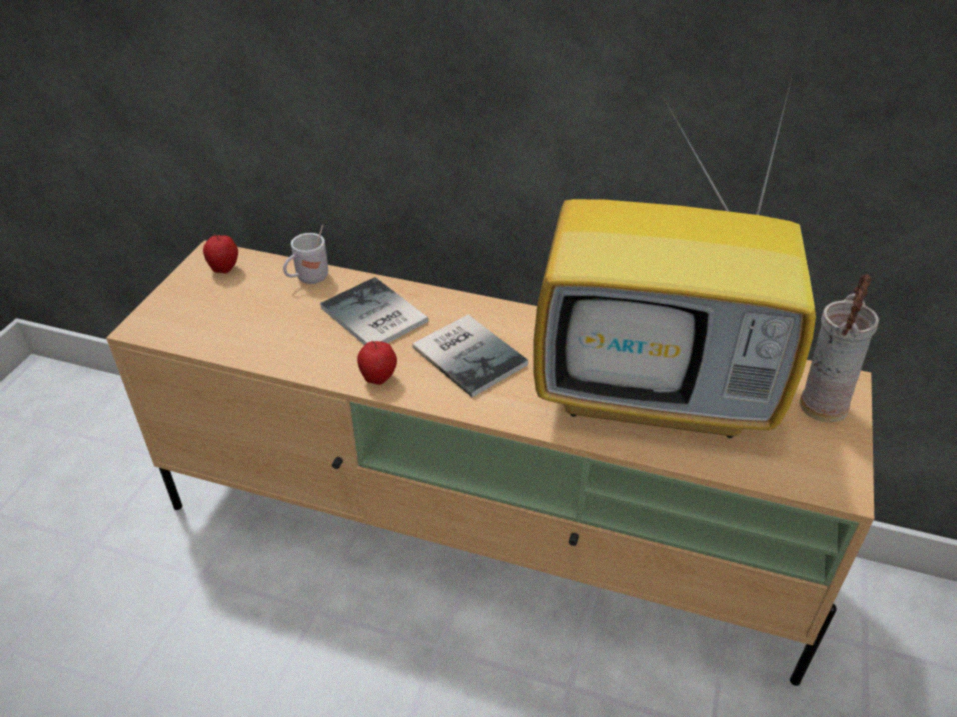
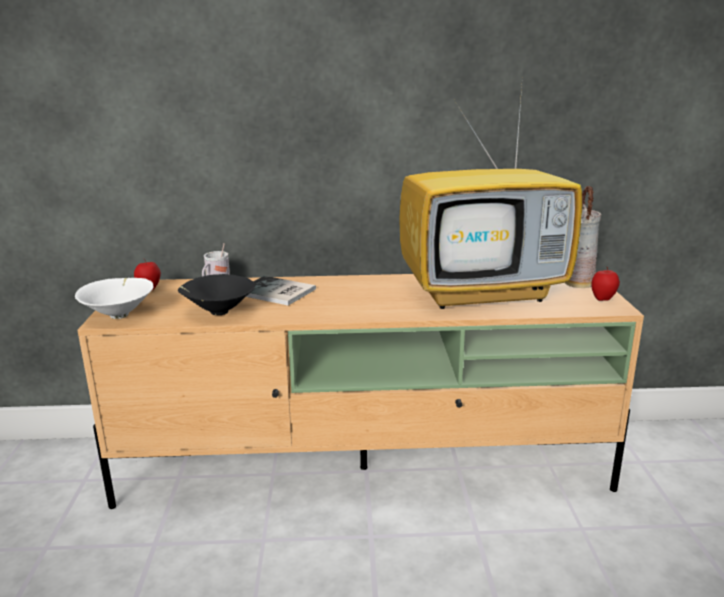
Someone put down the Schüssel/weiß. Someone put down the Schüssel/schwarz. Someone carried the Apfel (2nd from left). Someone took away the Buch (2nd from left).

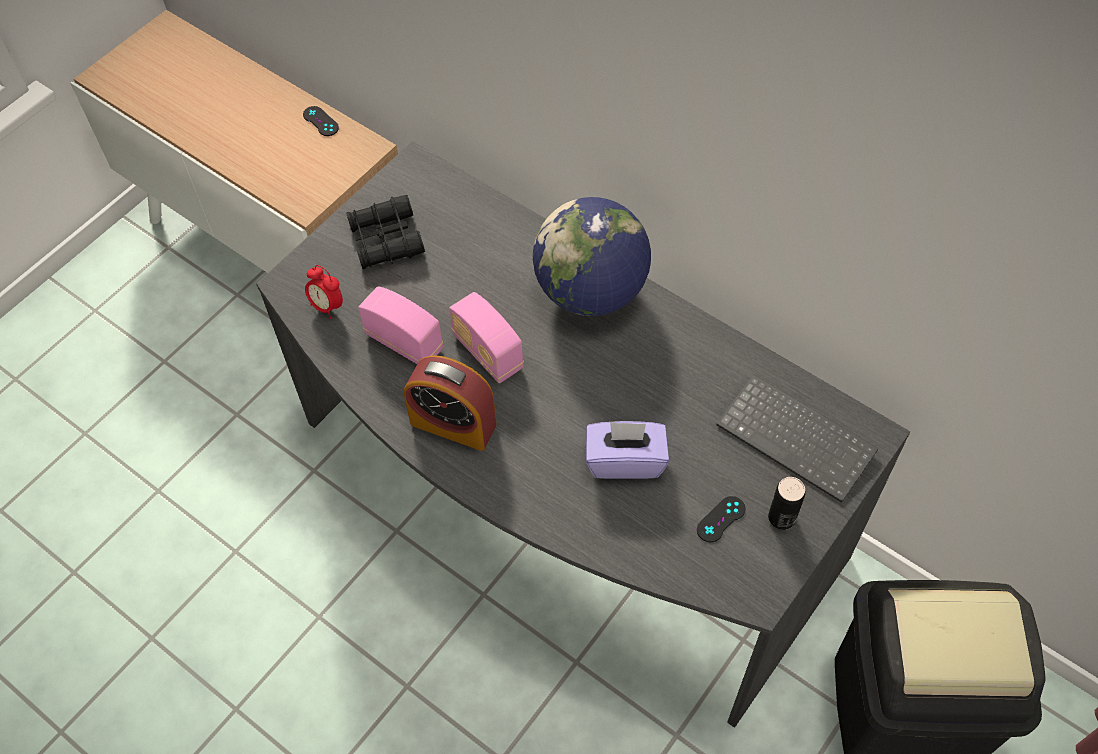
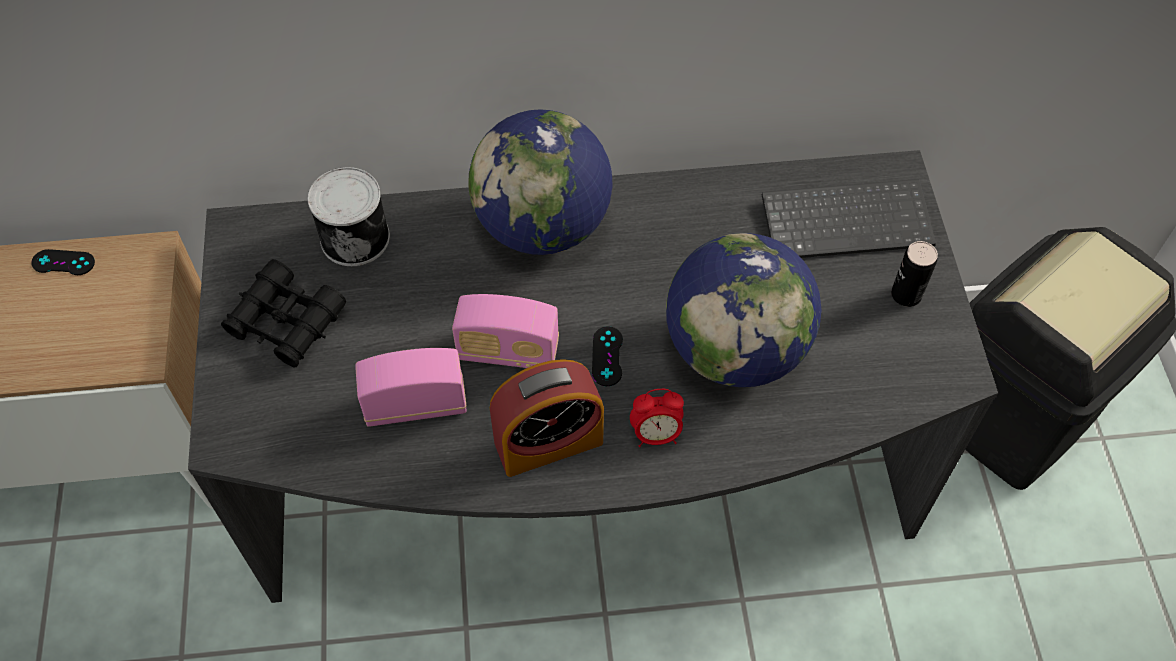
Someone put down the Dose (1st from left). Someone carried the Gamepad/schwarz (2nd from left). Someone carried the Wecker (1st from left in the first image). Someone swapped the Taschentuchbox/lila for the Globus (2nd from left).

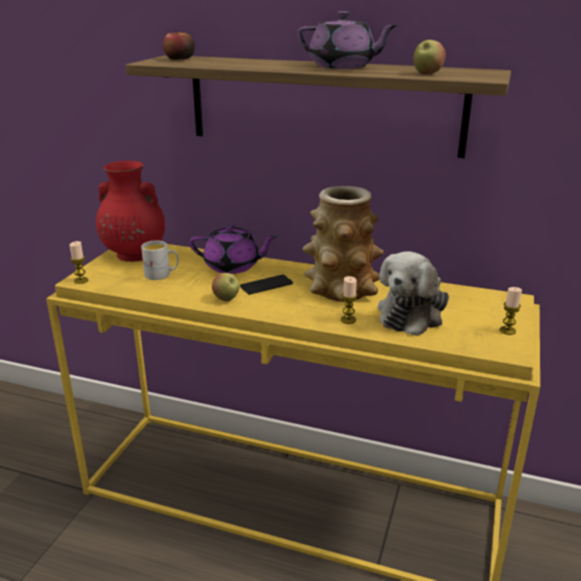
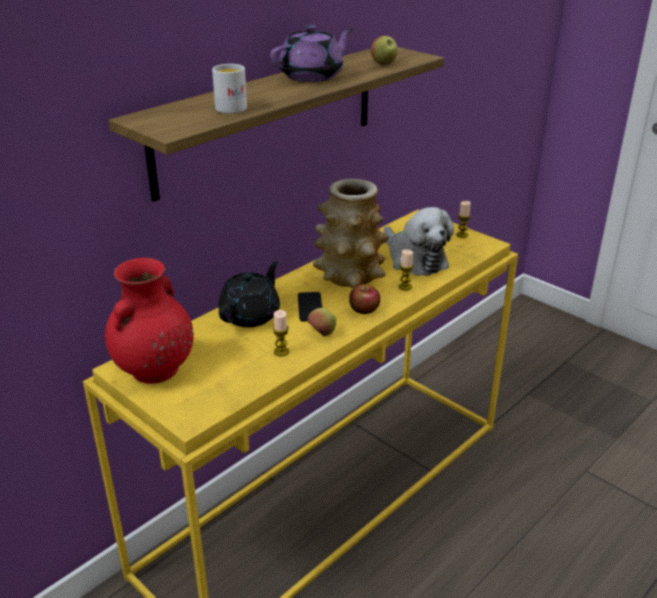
Someone carried the Henkelbecher/weiß. Someone repainted the Teekanne/lila (1st from left), which became the Teekanne/schwarz. Someone carried the Kerze (1st from left). Someone carried the Apfel (1st from left in the first image).

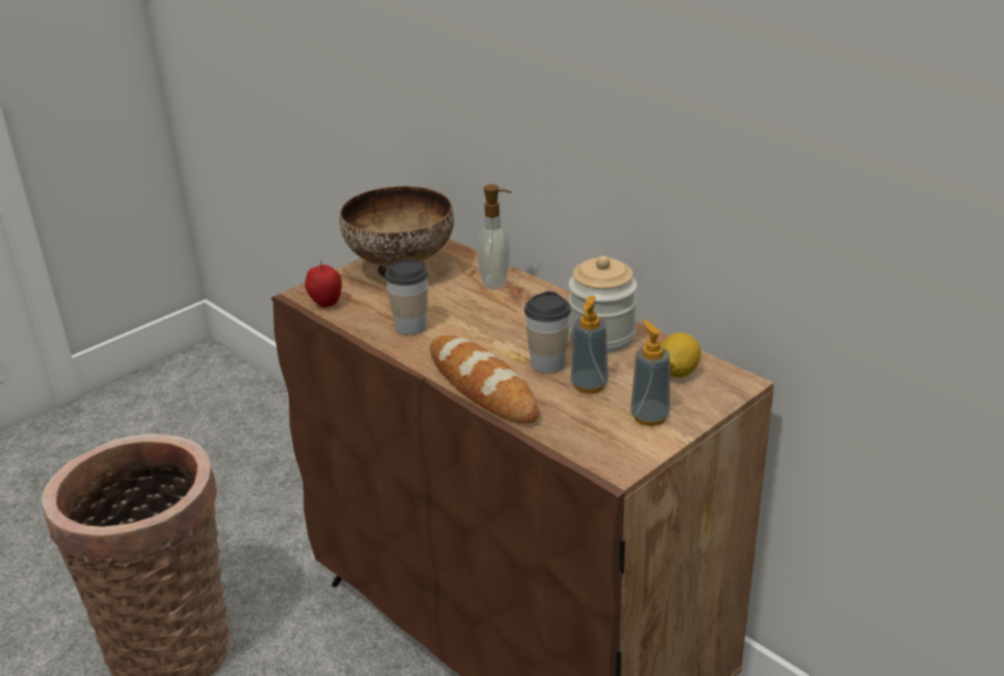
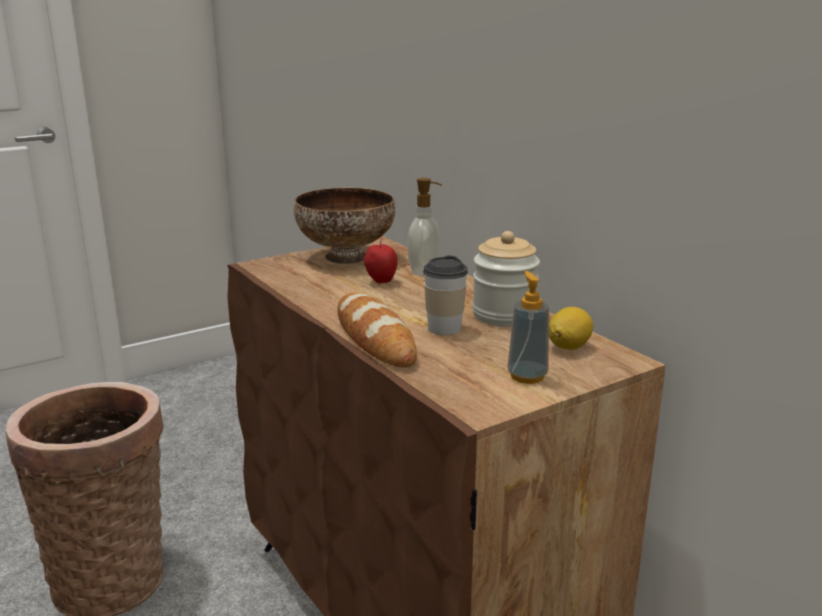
Someone carried the Apfel. Someone took away the Tasse (1st from left). Someone took away the Seifenspender (2nd from left).

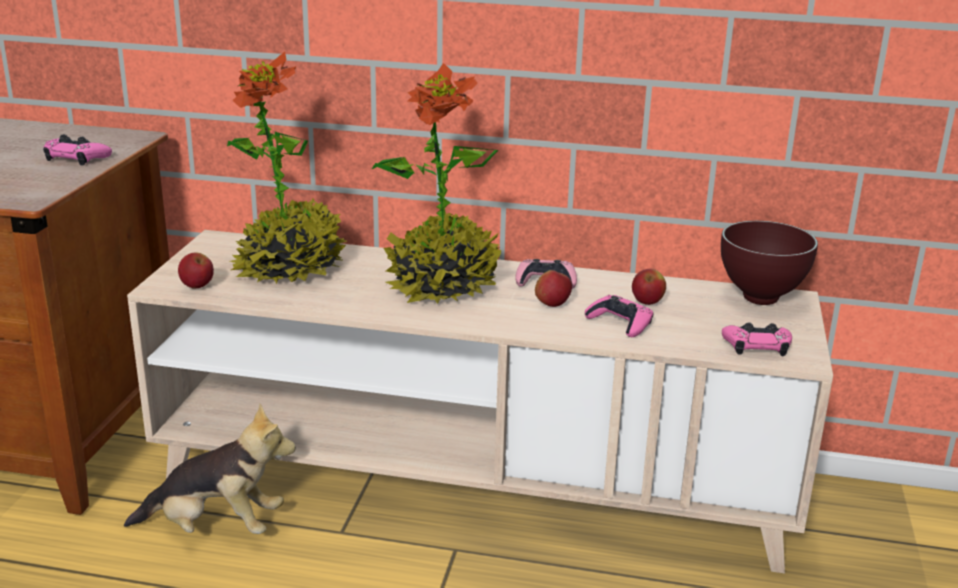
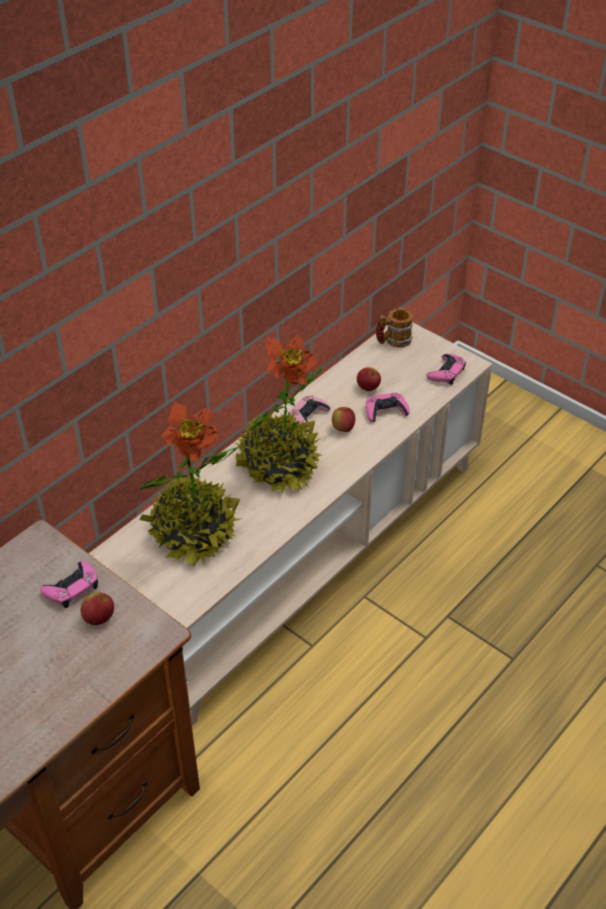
Someone carried the Apfel (1st from left). Someone swapped the Schüssel/braun for the Henkelbecher. Someone took away the Plüschtier.

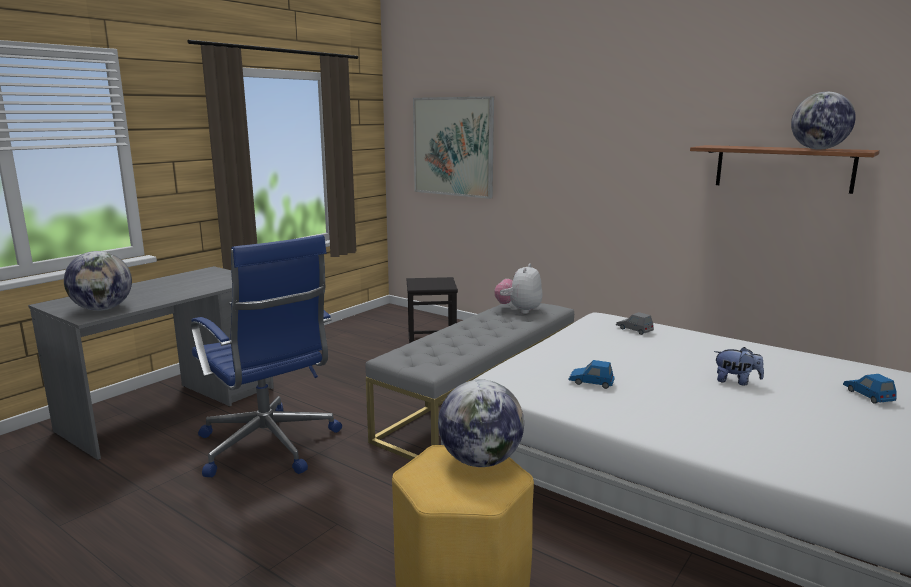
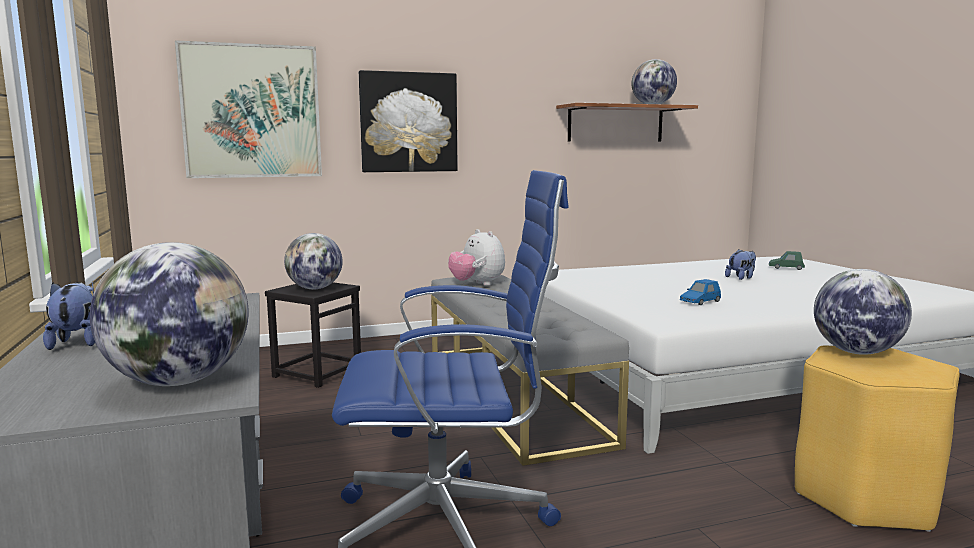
Someone put down the Plüschtier (1st from left). Someone put down the Globus (2nd from left). Someone put up the Bild (2nd from left). Someone repainted the Spielzeugauto/blau (2nd from left), which became the Spielzeugauto/grün. Someone took away the Spielzeugauto/grau.

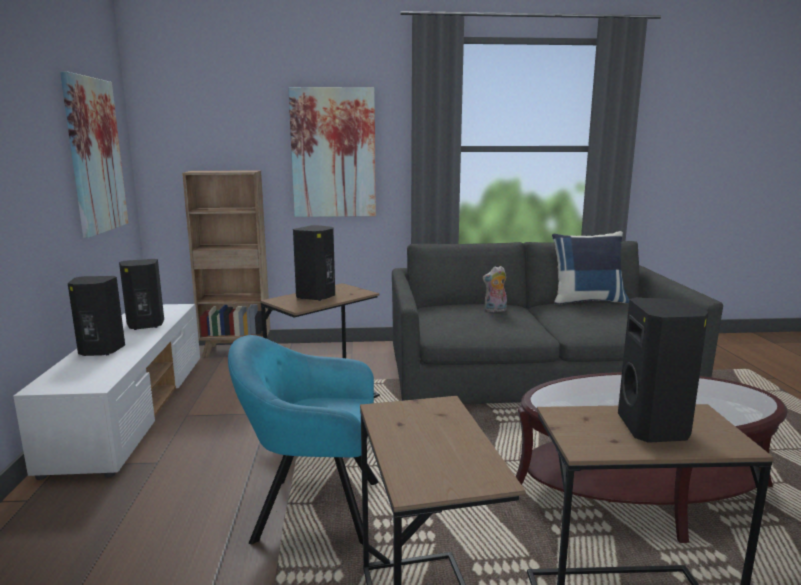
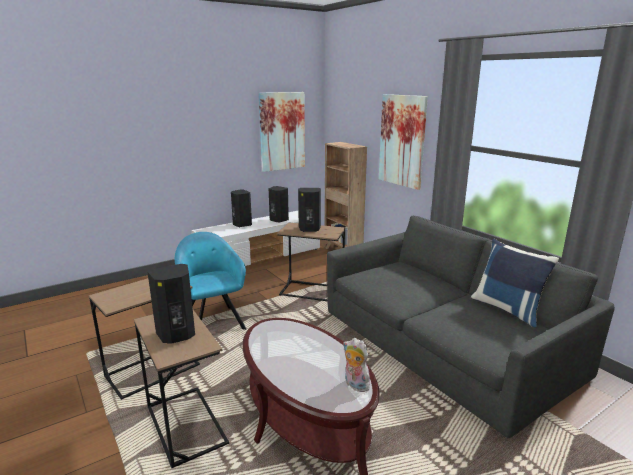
Someone carried the Plüschtier.

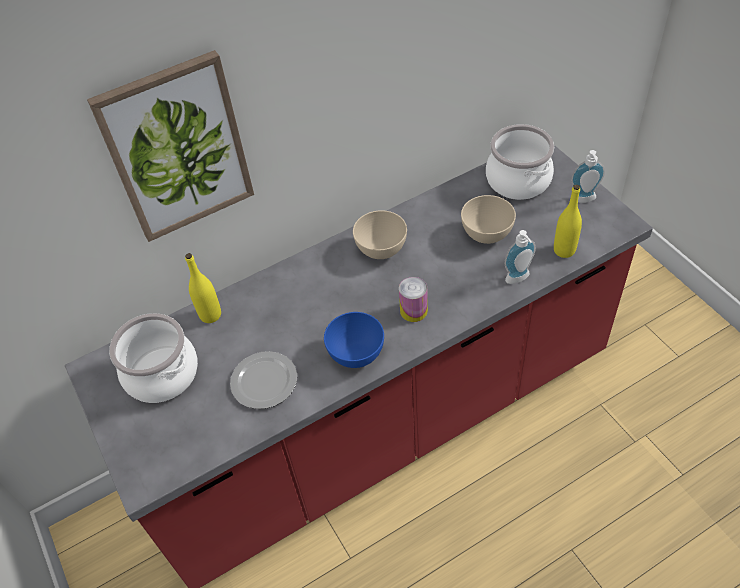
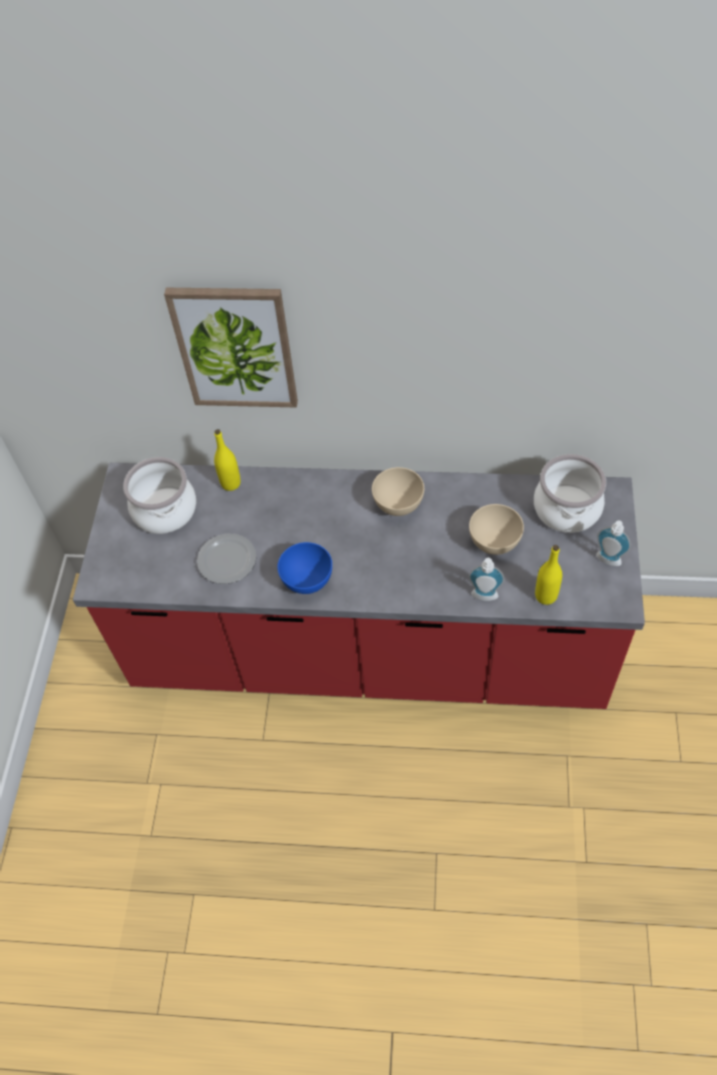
Someone took away the Dose.

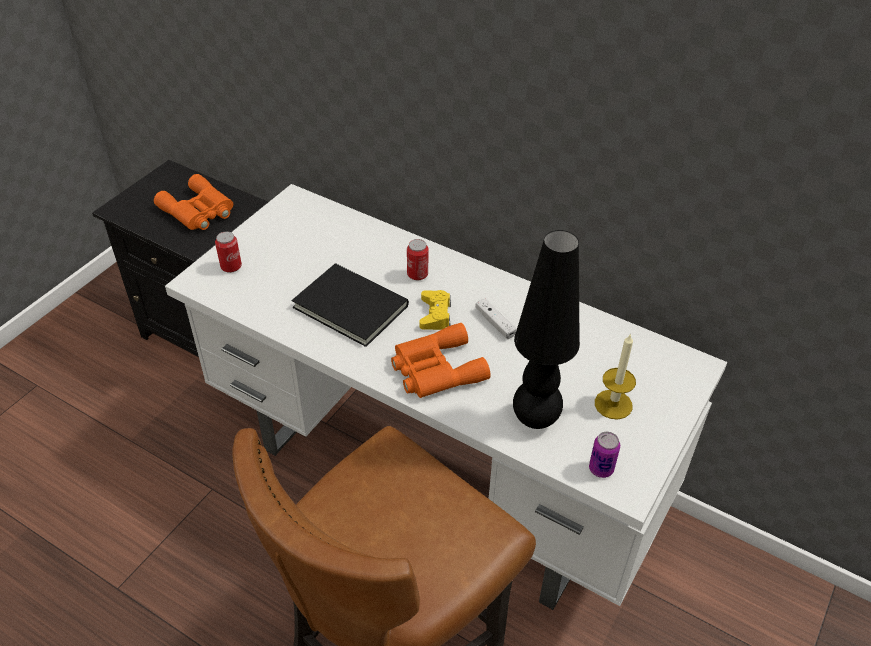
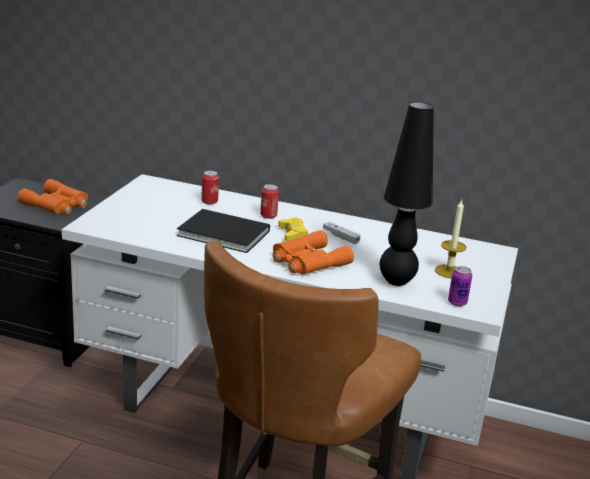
Someone carried the Dose (1st from left).

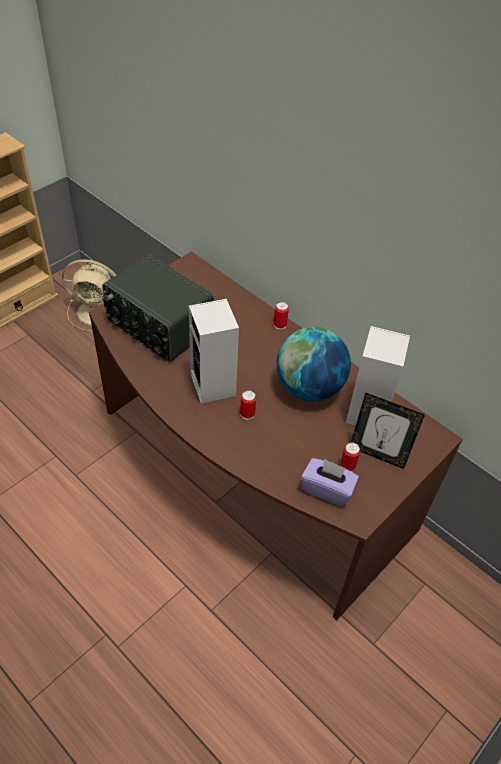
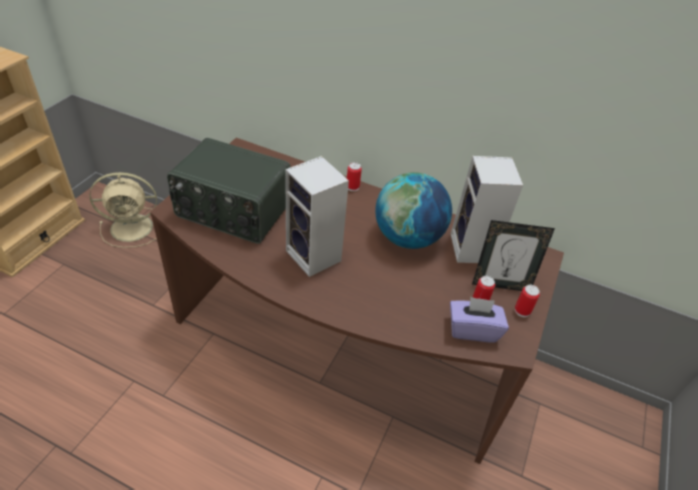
Someone carried the Dose (1st from left in the first image).

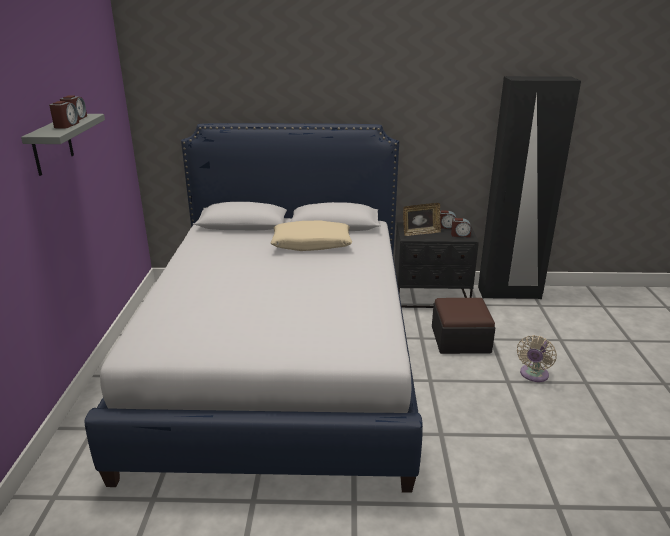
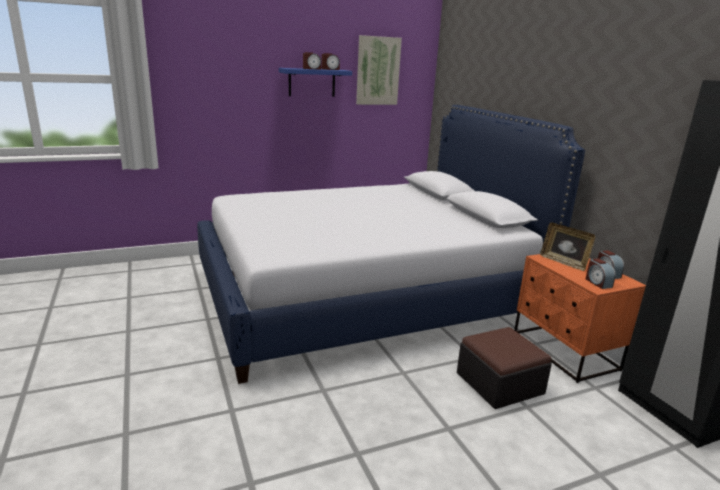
Someone repainted the Wandregal/grau, which became the Wandregal/blau. Someone put up the Bild. Someone repainted the Nachttisch/schwarz, which became the Nachttisch/orange. Someone took away the Kissen/beige. Someone took away the Ventilator/beige.

